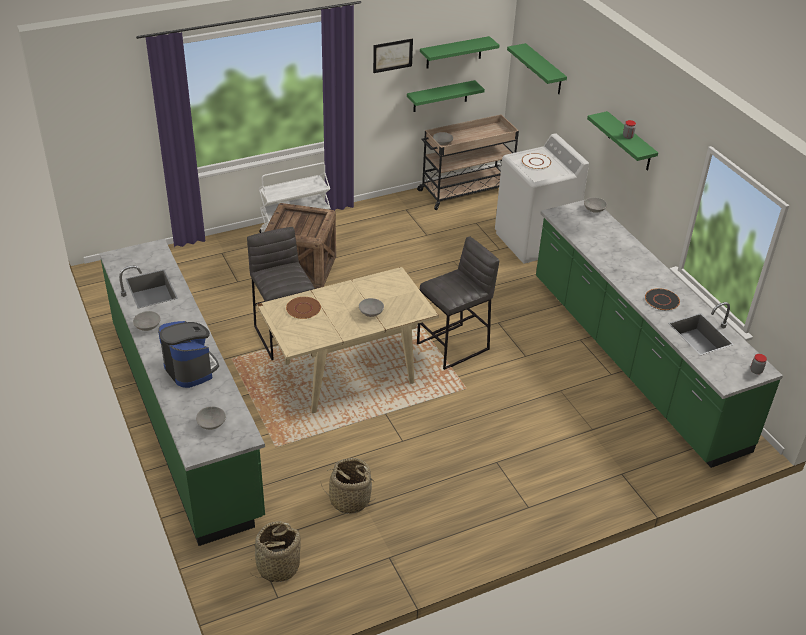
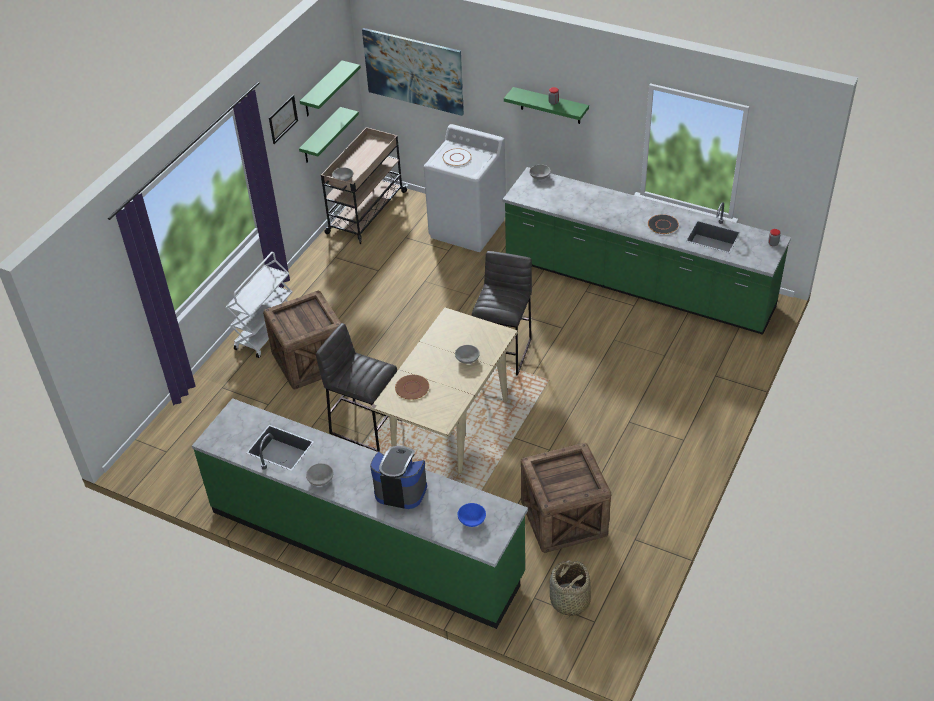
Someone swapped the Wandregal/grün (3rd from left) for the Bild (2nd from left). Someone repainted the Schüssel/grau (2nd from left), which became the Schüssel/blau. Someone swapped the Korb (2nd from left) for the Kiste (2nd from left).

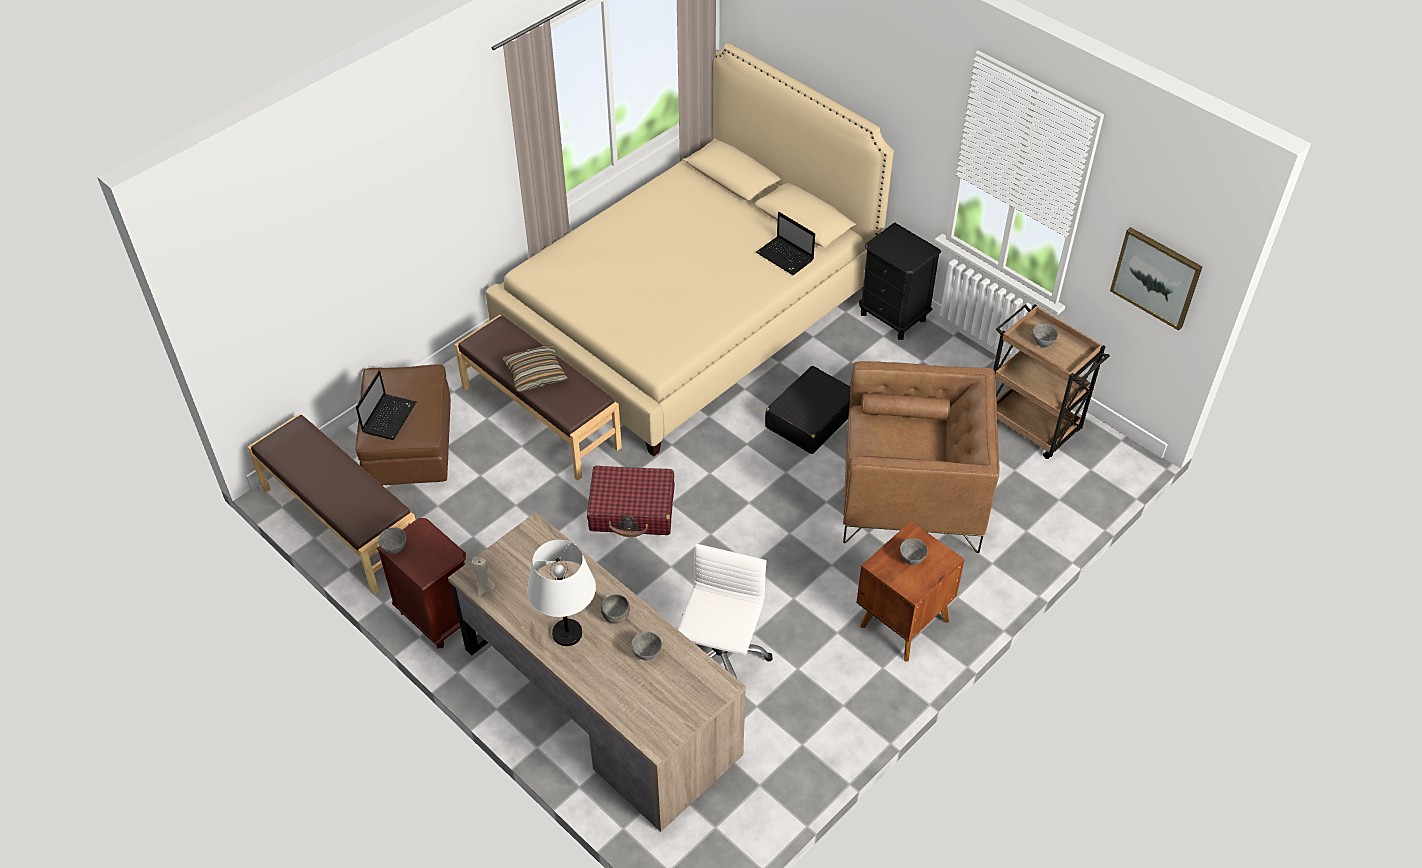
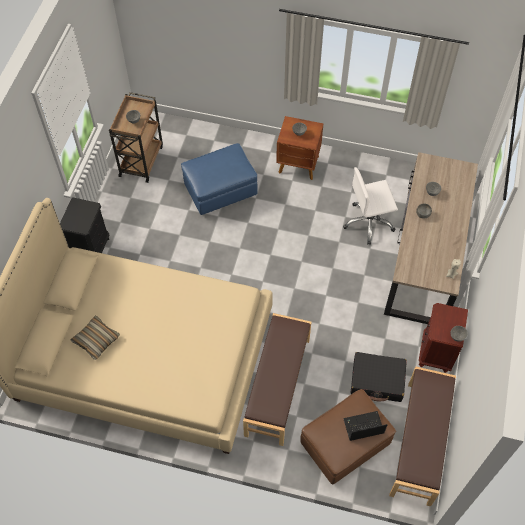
Someone carried the Kissen. Someone swapped the Sessel/braun for the Polsterhocker/blau. Someone carried the Koffer/schwarz. Someone took away the Tischlampe/weiß. Someone took away the Koffer/rot. Someone took away the Laptop (2nd from left). Someone took away the Bild.

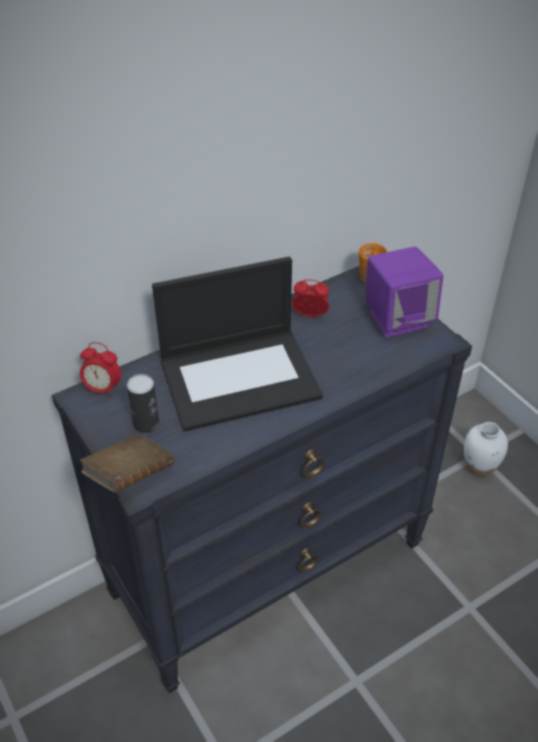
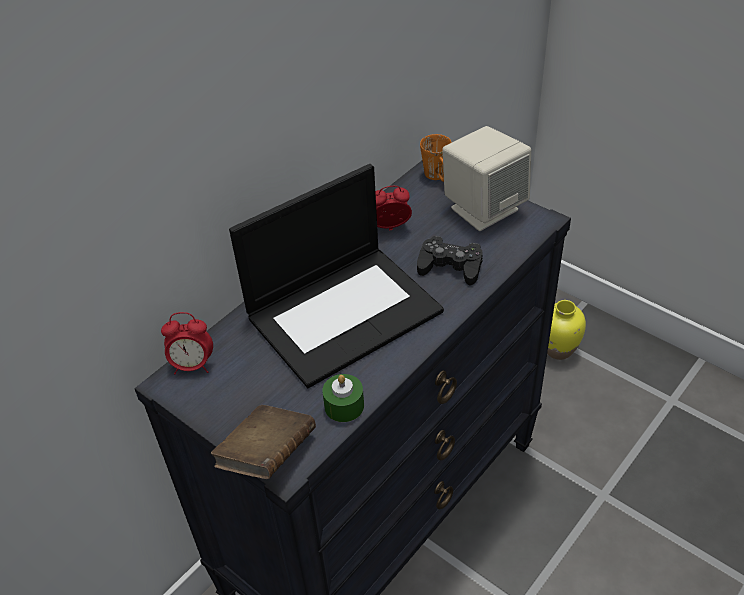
Someone put down the Kerze/grün. Someone put down the Gamepad/schwarz. Someone repainted the Lautsprecher/lila, which became the Lautsprecher/beige. Someone repainted the Vase/weiß, which became the Vase/gelb. Someone took away the Dose.

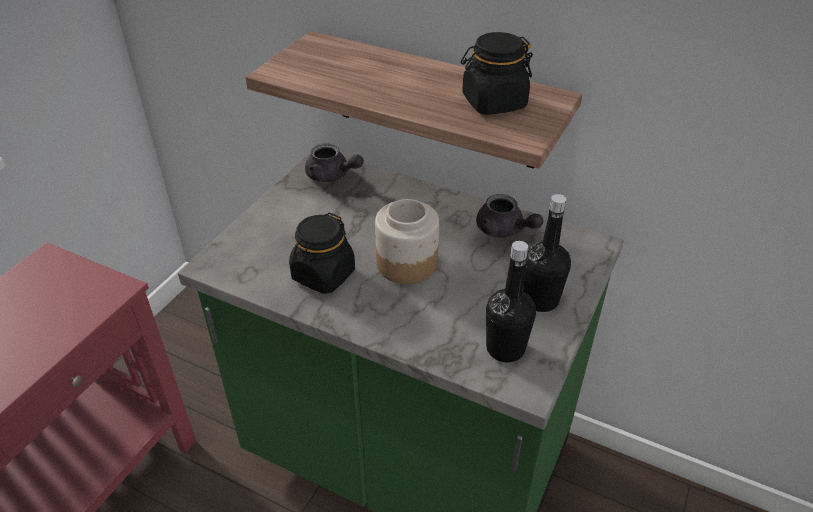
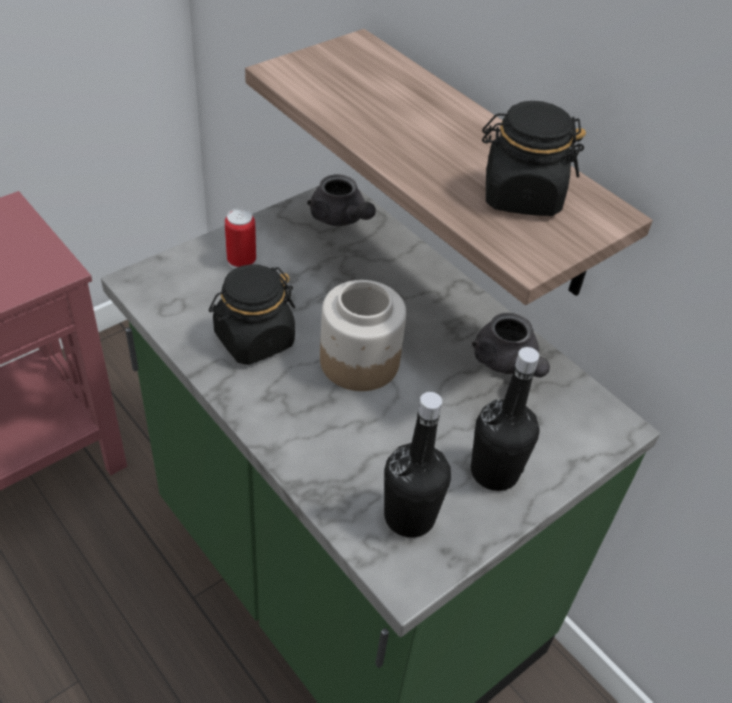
Someone put down the Dose.

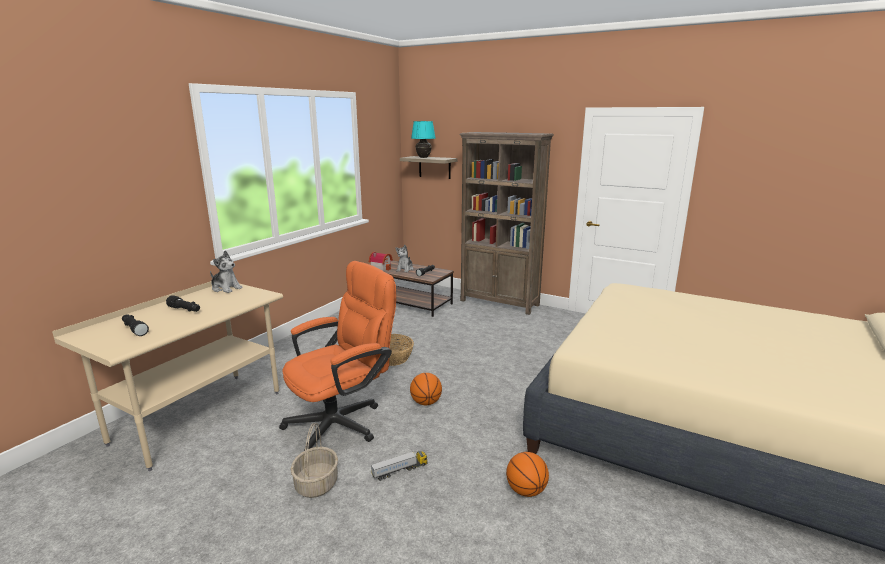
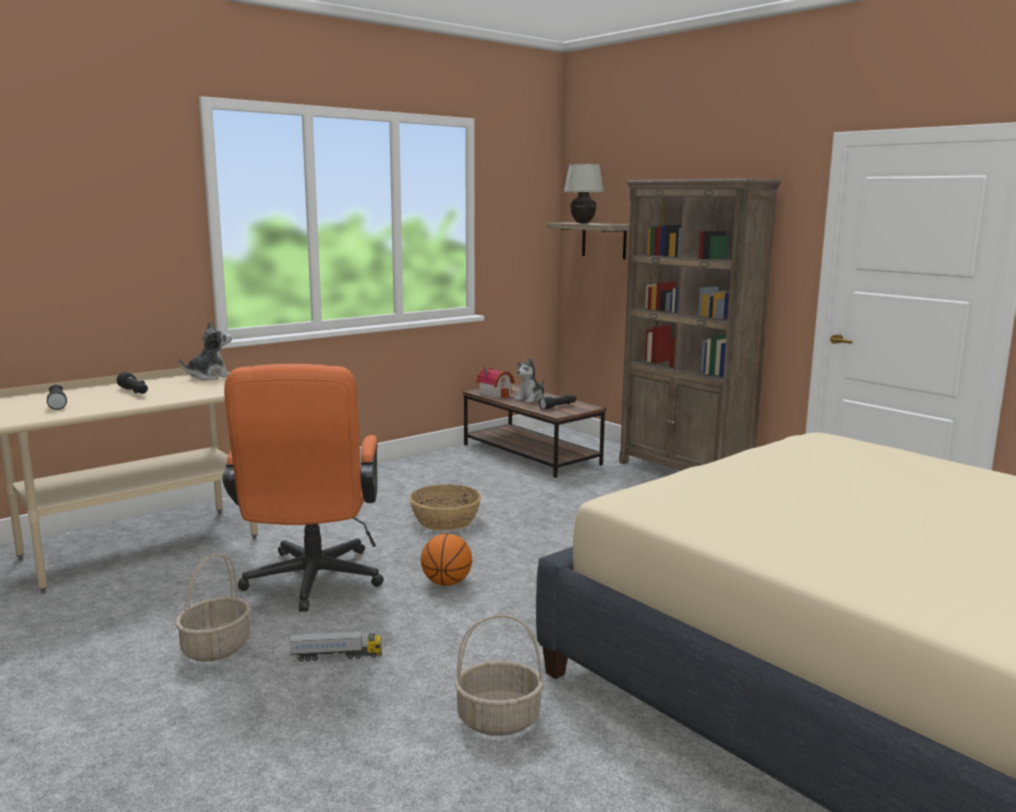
Someone rotated the Plüschtier (1st from left) by 90 degrees counterclockwise. Someone rotated the Bürostuhl/orange by 105 degrees clockwise. Someone swapped the Basketball (2nd from left) for the Korb (3rd from left). Someone repainted the Tischlampe/türkis, which became the Tischlampe/weiß.

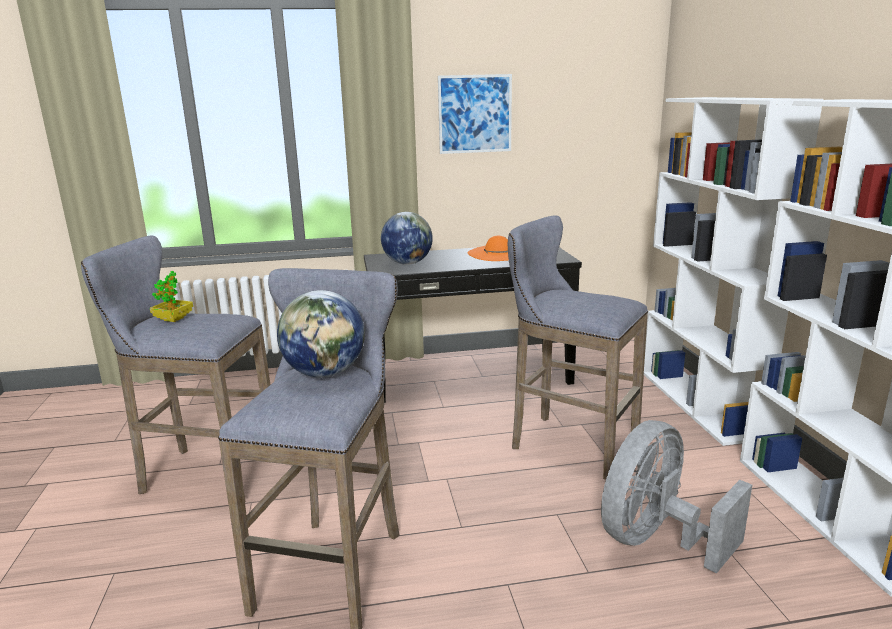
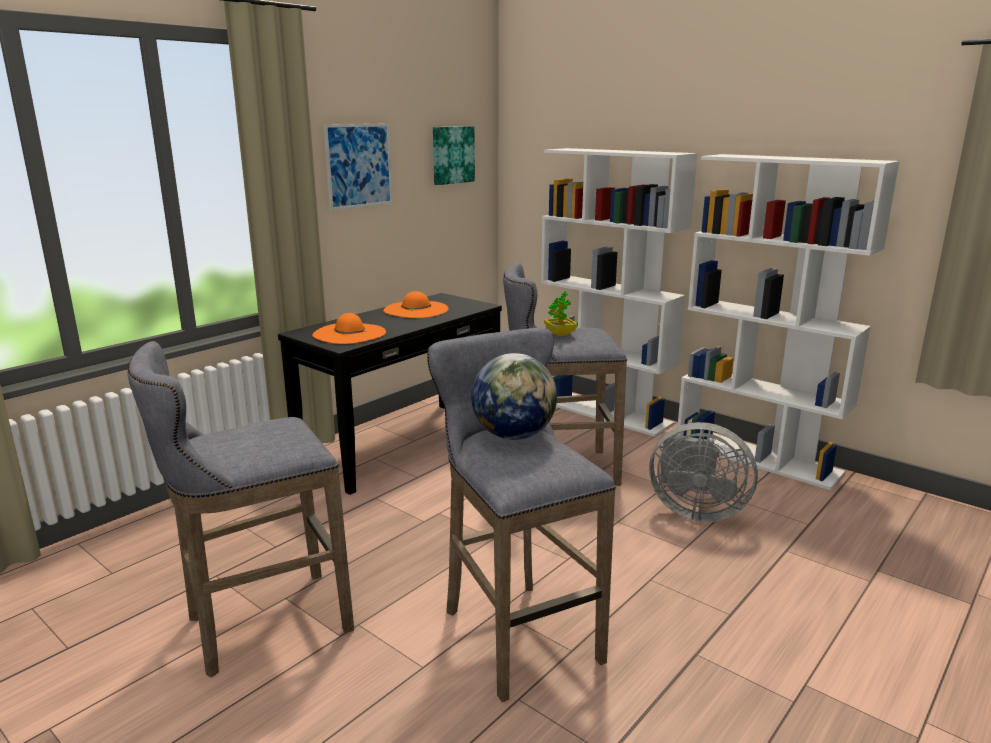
Someone swapped the Globus (2nd from left) for the Hut/orange (1st from left). Someone put up the Bild (2nd from left). Someone carried the Topfpflanze. Someone rotated the Ventilator/grau by 75 degrees counterclockwise.

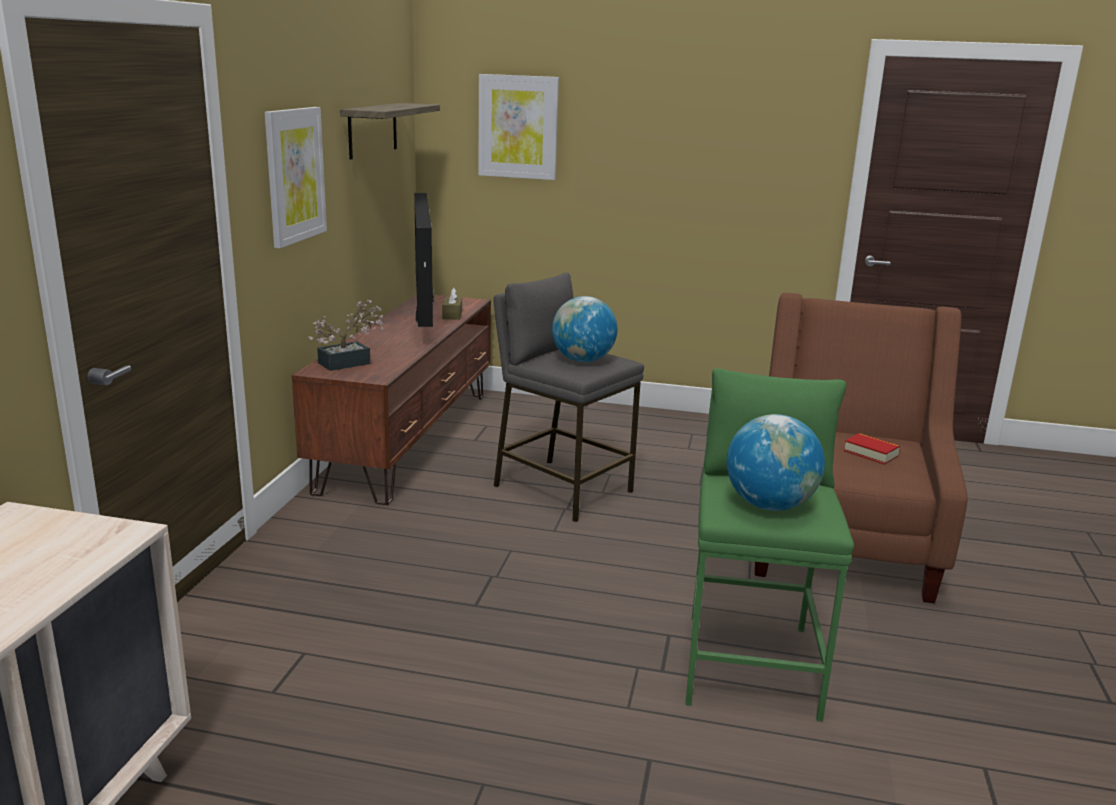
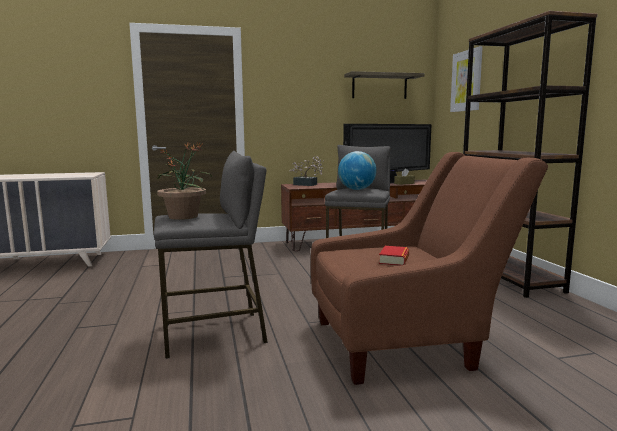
Someone repainted the Hocker/grün, which became the Hocker/grau (1st from left). Someone swapped the Globus (2nd from left) for the Topfpflanze (1st from left). Someone put down the Bücherregal/braun. Someone took away the Bild (1st from left).

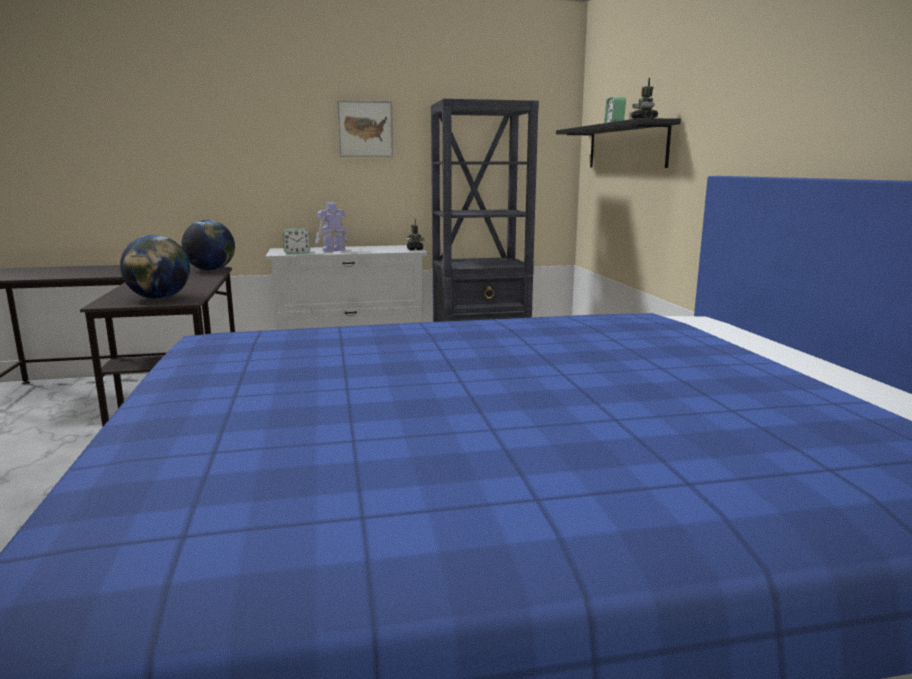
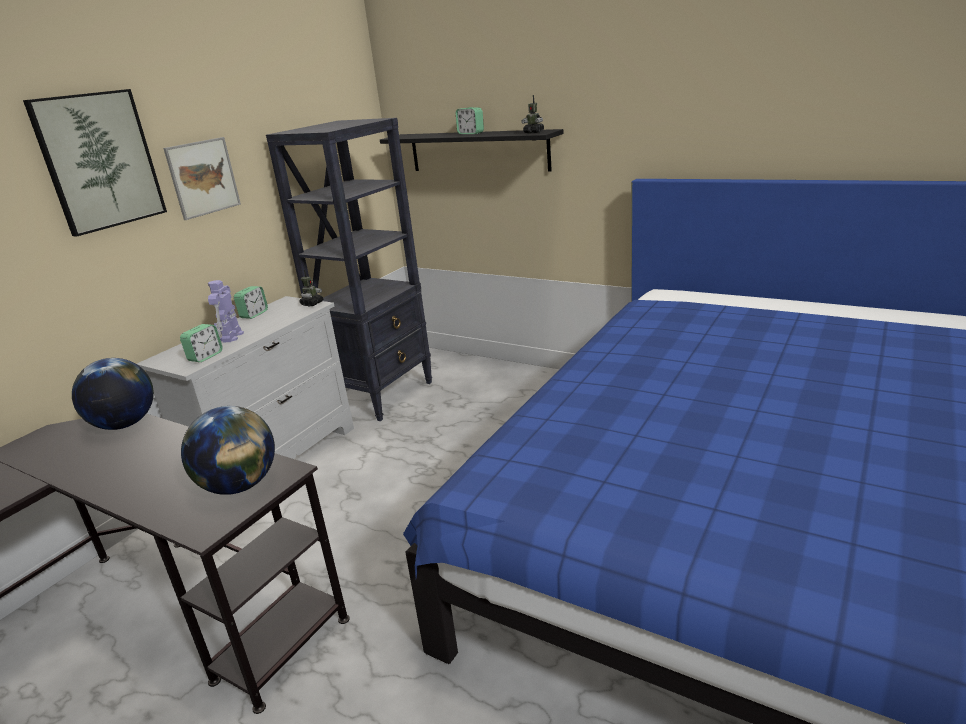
Someone put up the Bild (1st from left). Someone put down the Wecker (2nd from left).

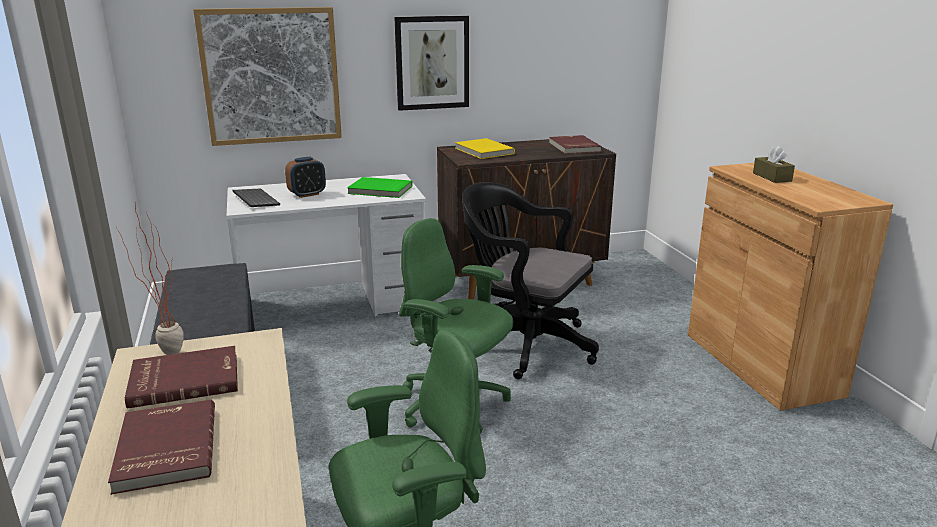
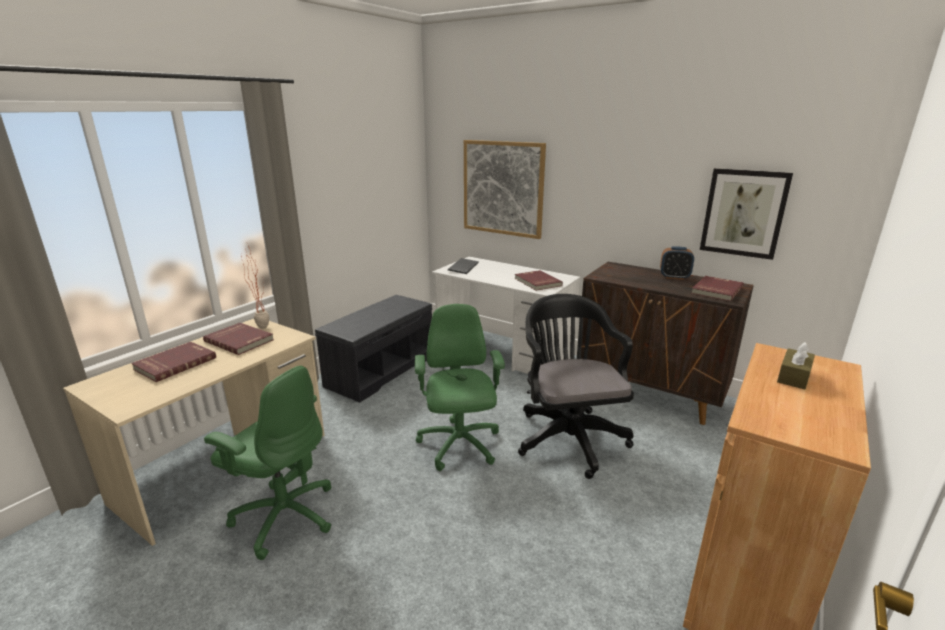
Someone repainted the Buch/grün, which became the Buch/rot (3rd from left). Someone carried the Wecker. Someone carried the Bild (2nd from left). Someone took away the Buch/gelb.

